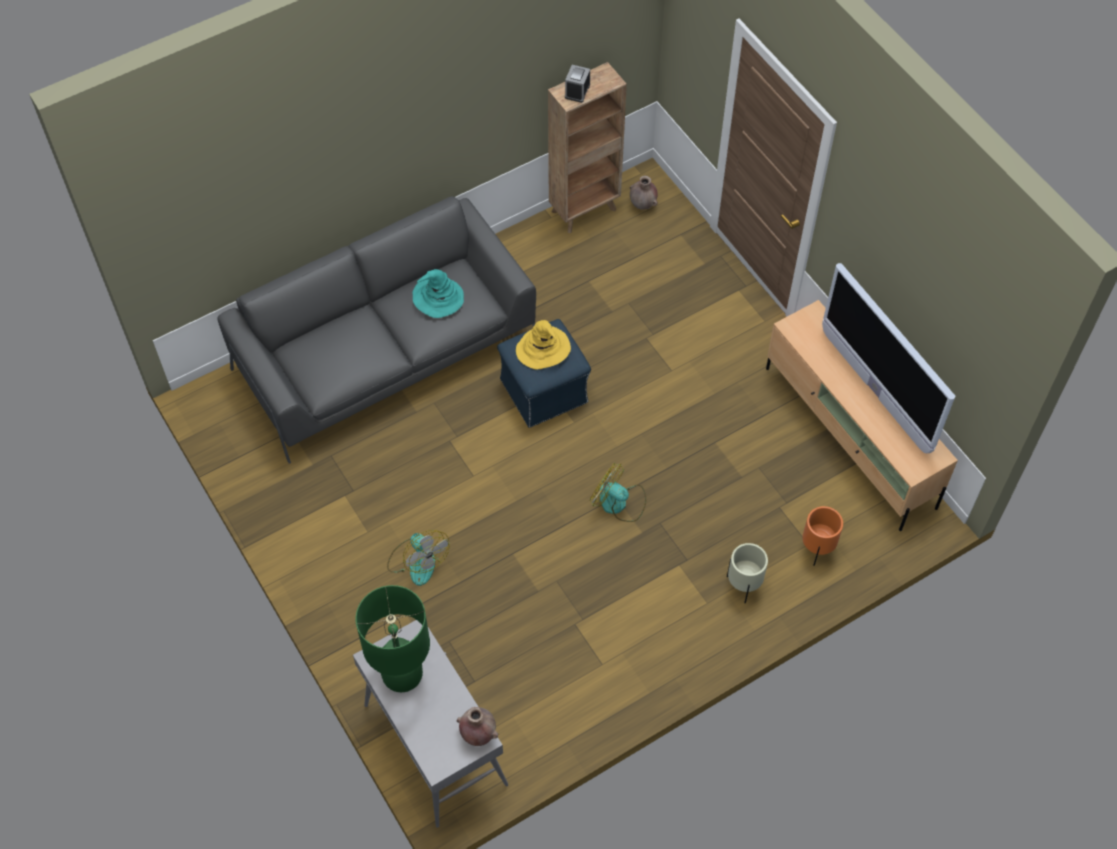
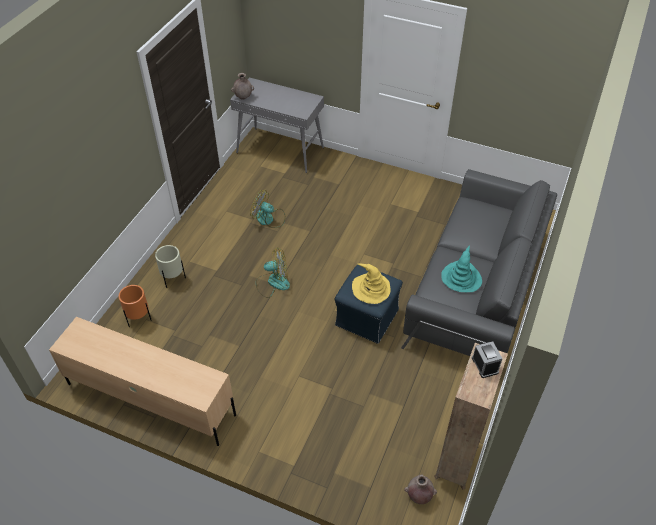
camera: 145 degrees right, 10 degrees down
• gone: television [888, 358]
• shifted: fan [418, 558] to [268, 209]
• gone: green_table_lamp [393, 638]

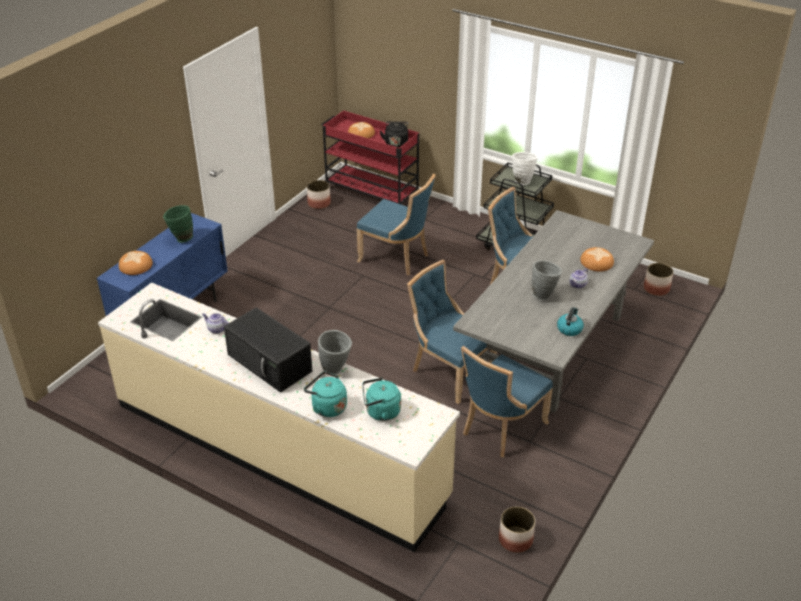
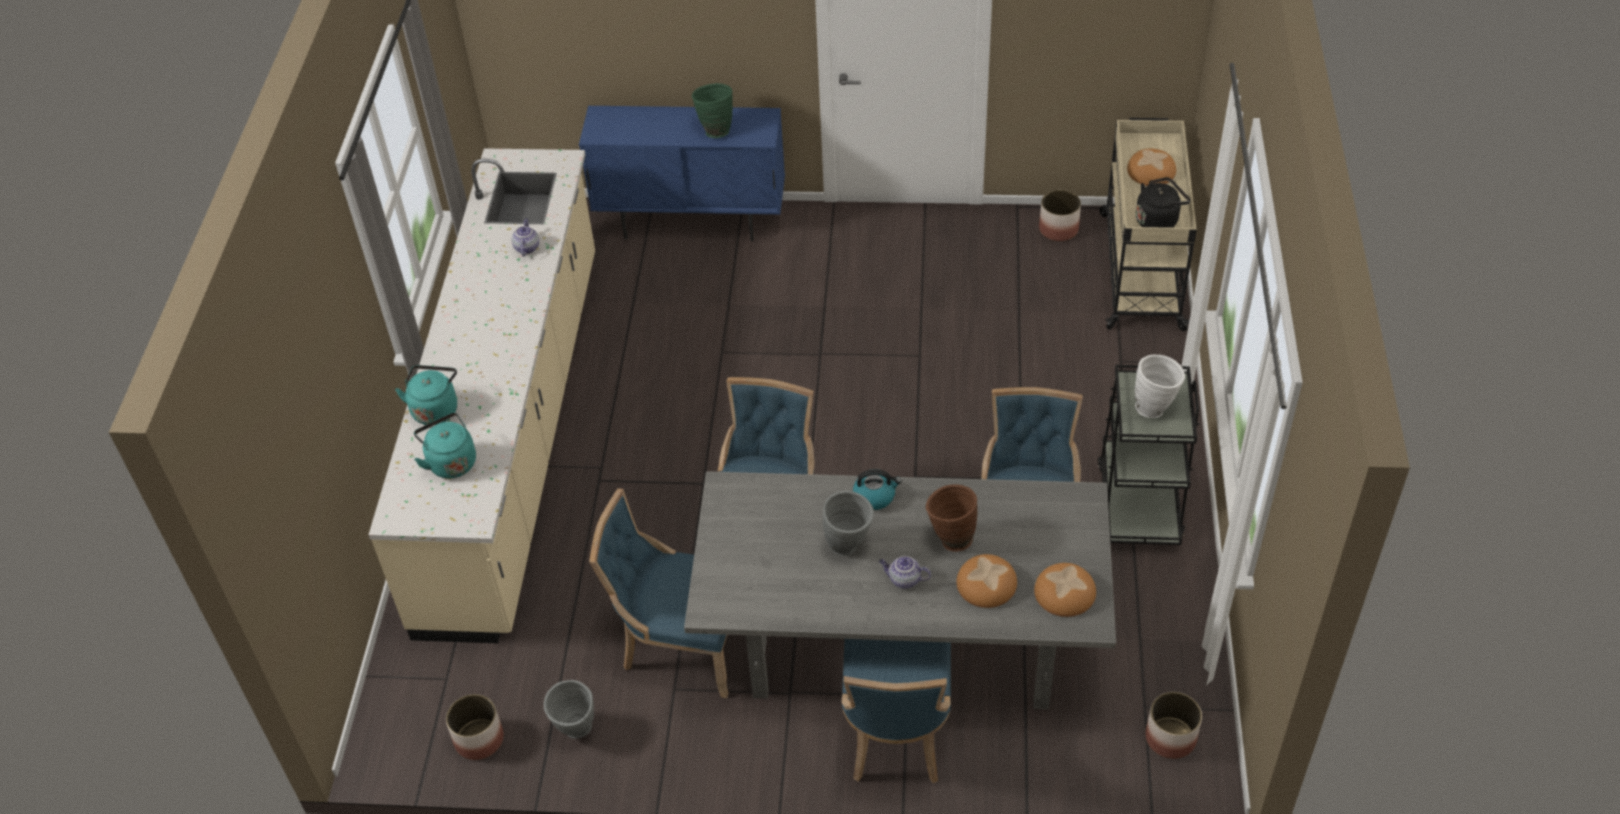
camera: 65 degrees right, 10 degrees up
• repainted: red_cart [370, 157] to beige_cart [1148, 224]
• shifted: blue_chair [396, 224] to [896, 711]
• shifted: bread [136, 263] to [1065, 590]
• gone: black_microwave [268, 349]
• shifted: kettle [570, 321] to [877, 489]
• shifted: grey_vase [335, 352] to [569, 709]
• new: brown_vase [951, 518]

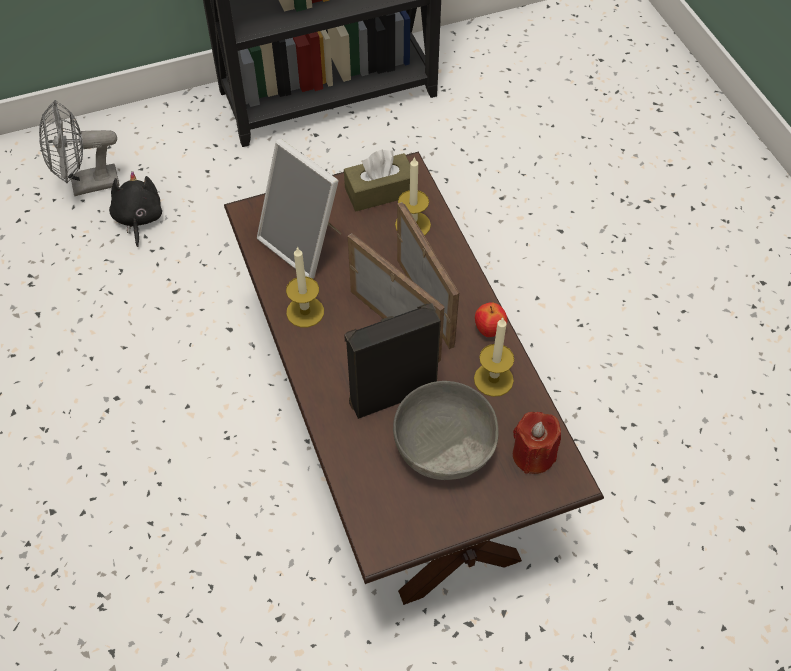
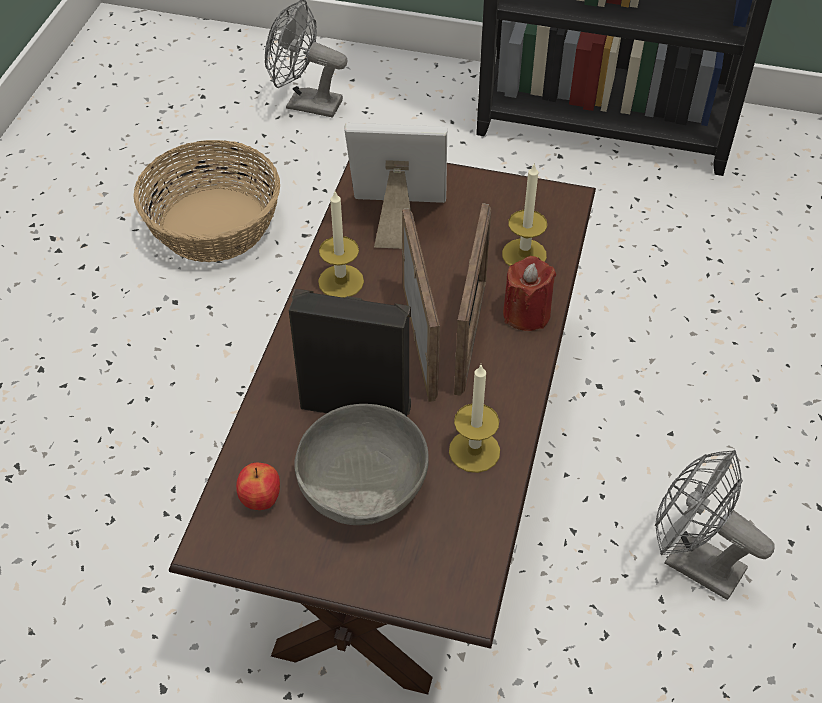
camera: 35 degrees right, 5 degrees down
• rotated: picture_frame [299, 209] = [395, 186] 105 degrees clockwise
• gone: brown_tissue_box [377, 180]
• gone: black_plush_toy [135, 209]
• shifted: apple [491, 319] to [258, 486]
• shifted: red_candle [537, 443] to [529, 293]
• new: basket [206, 201]
• new: grey_fan [715, 525]

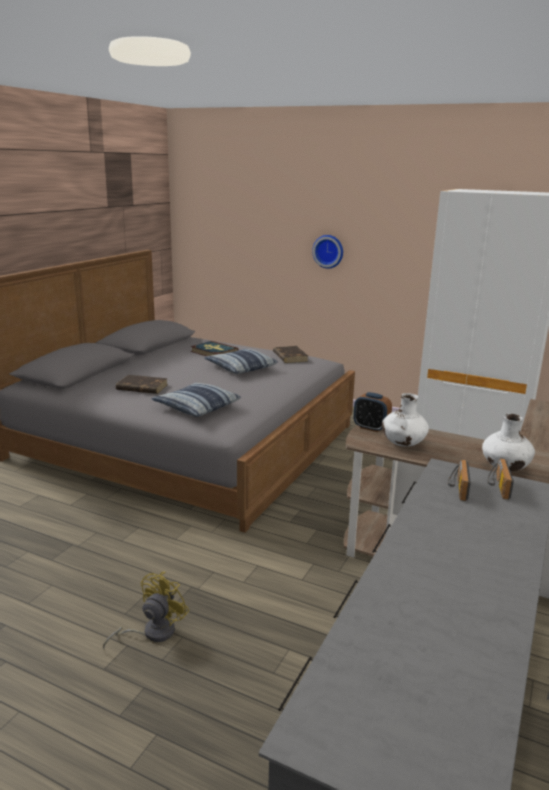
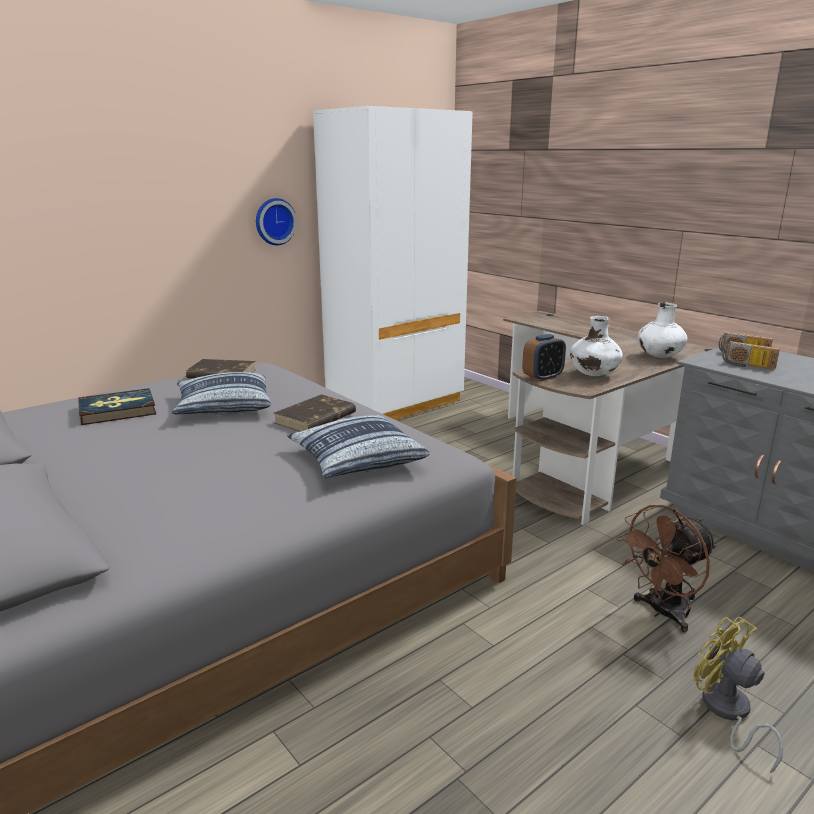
camera: 65 degrees left, 0 degrees up
• shifted: wall_clock [327, 252] to [276, 221]
• shifted: brown_book [142, 384] to [315, 413]
• new: brown_fan [667, 568]

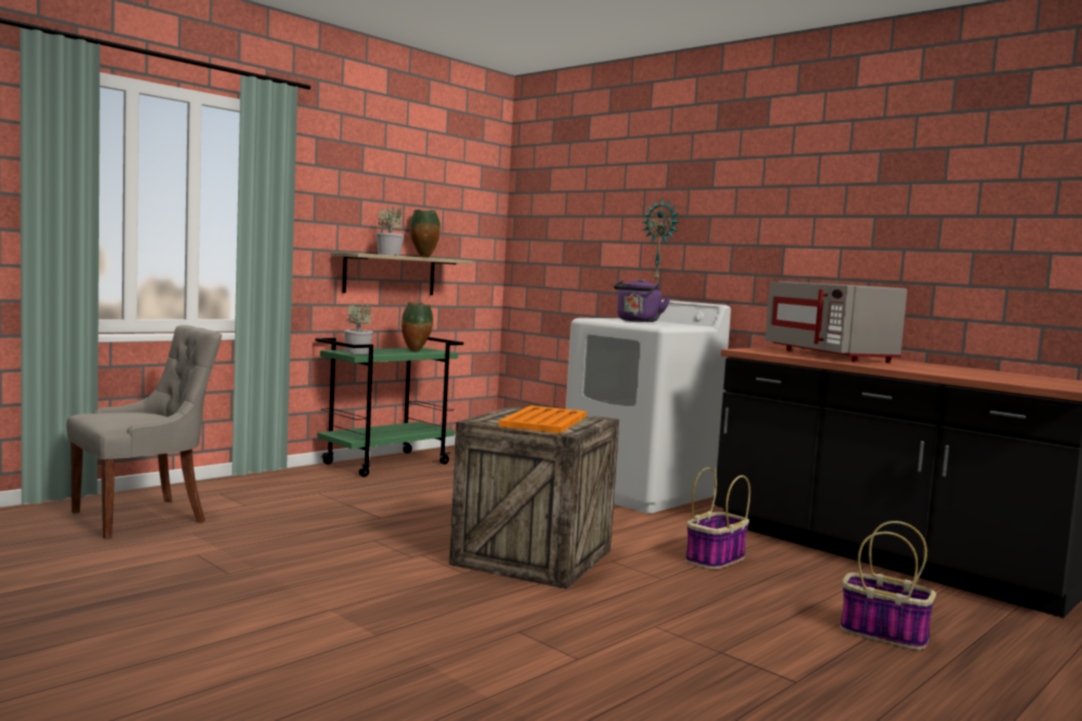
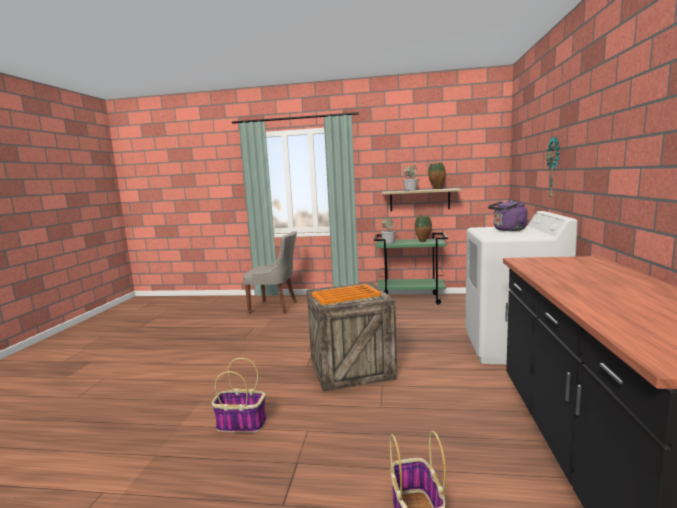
camera: 55 degrees right, 5 degrees up
• gone: grey_microwave [836, 322]
• shifted: basket [717, 518] to [239, 395]

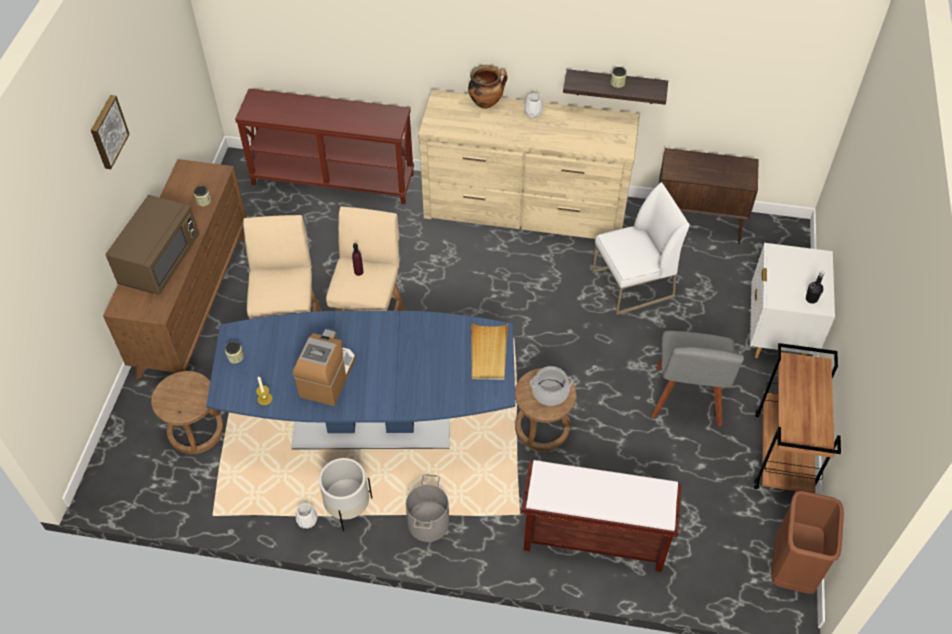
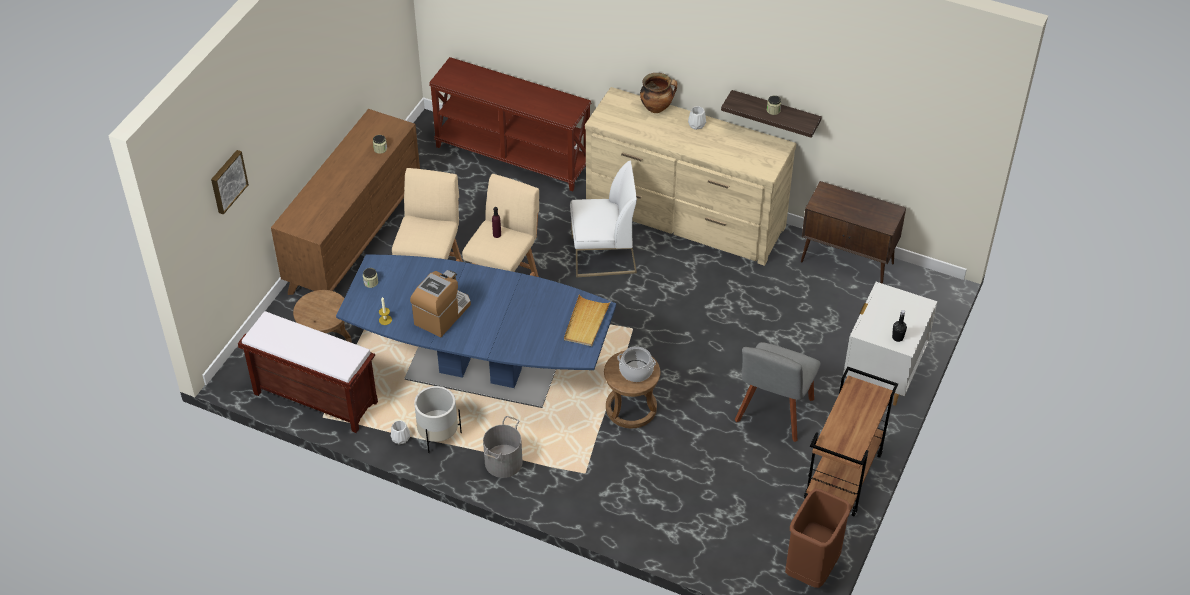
camera: 15 degrees right, 5 degrees down
• shifted: picture [110, 132] to [230, 182]
• shifted: white_chair [641, 248] to [603, 218]
• gone: brown_microwave [152, 245]
• shifted: brown_bench [601, 516] to [308, 372]

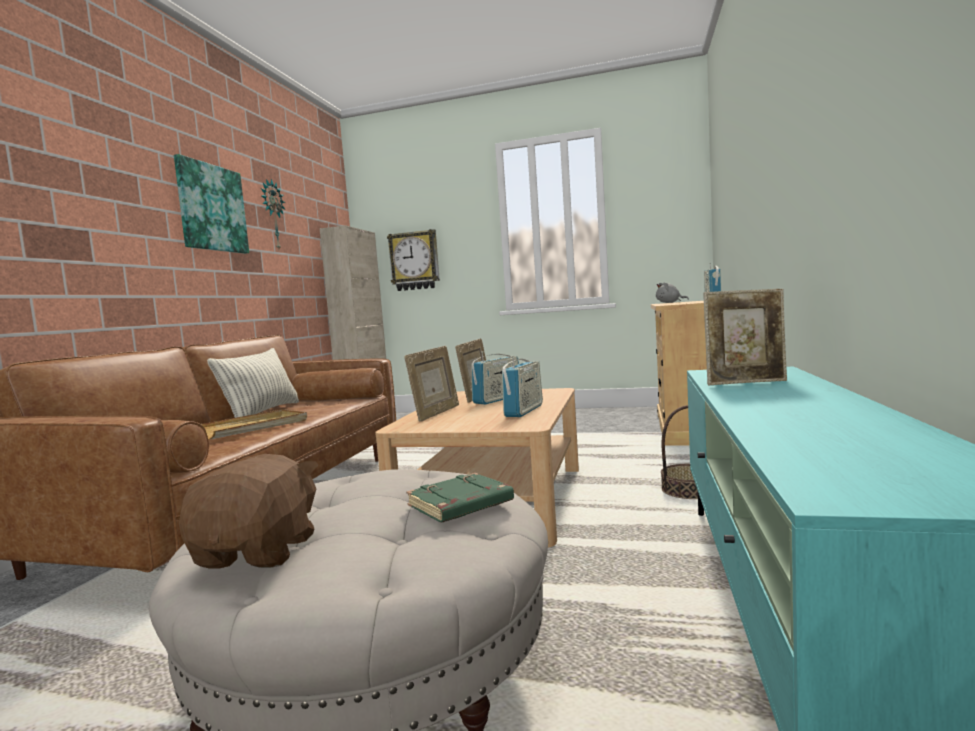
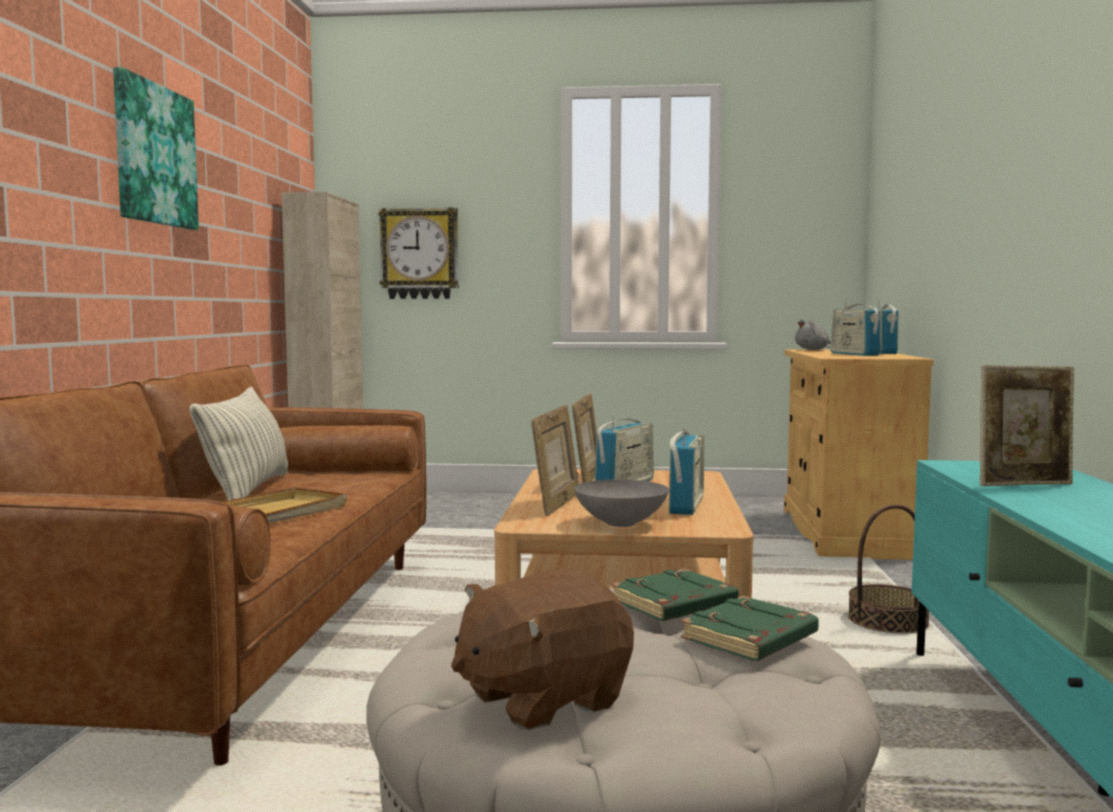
camera: 10 degrees left, 0 degrees up
• gone: wall_clock [273, 214]
• rotated: brown_plush_toy [248, 511] = [542, 650] 120 degrees counterclockwise
• new: radio [855, 327]
• new: grey_bowl [621, 503]
• new: green_book [675, 595]

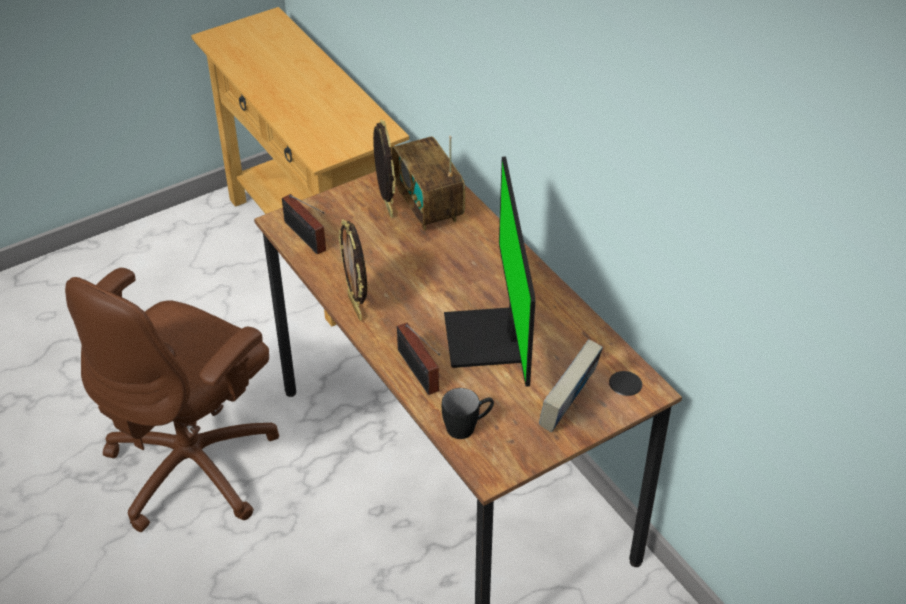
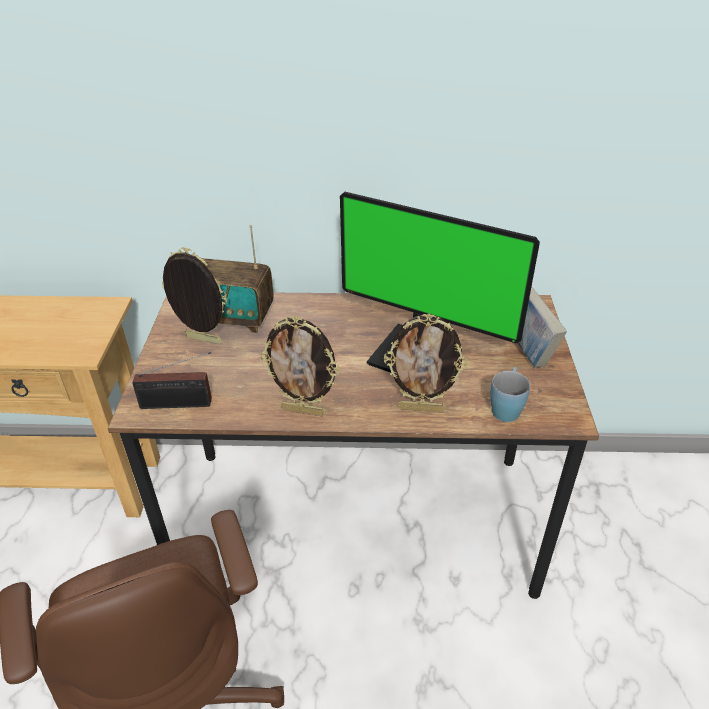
camera: 55 degrees left, 5 degrees down
• swapped: radio [418, 359] to picture_frame [426, 363]
• repainted: black_mug [468, 413] to blue_mug [510, 394]

